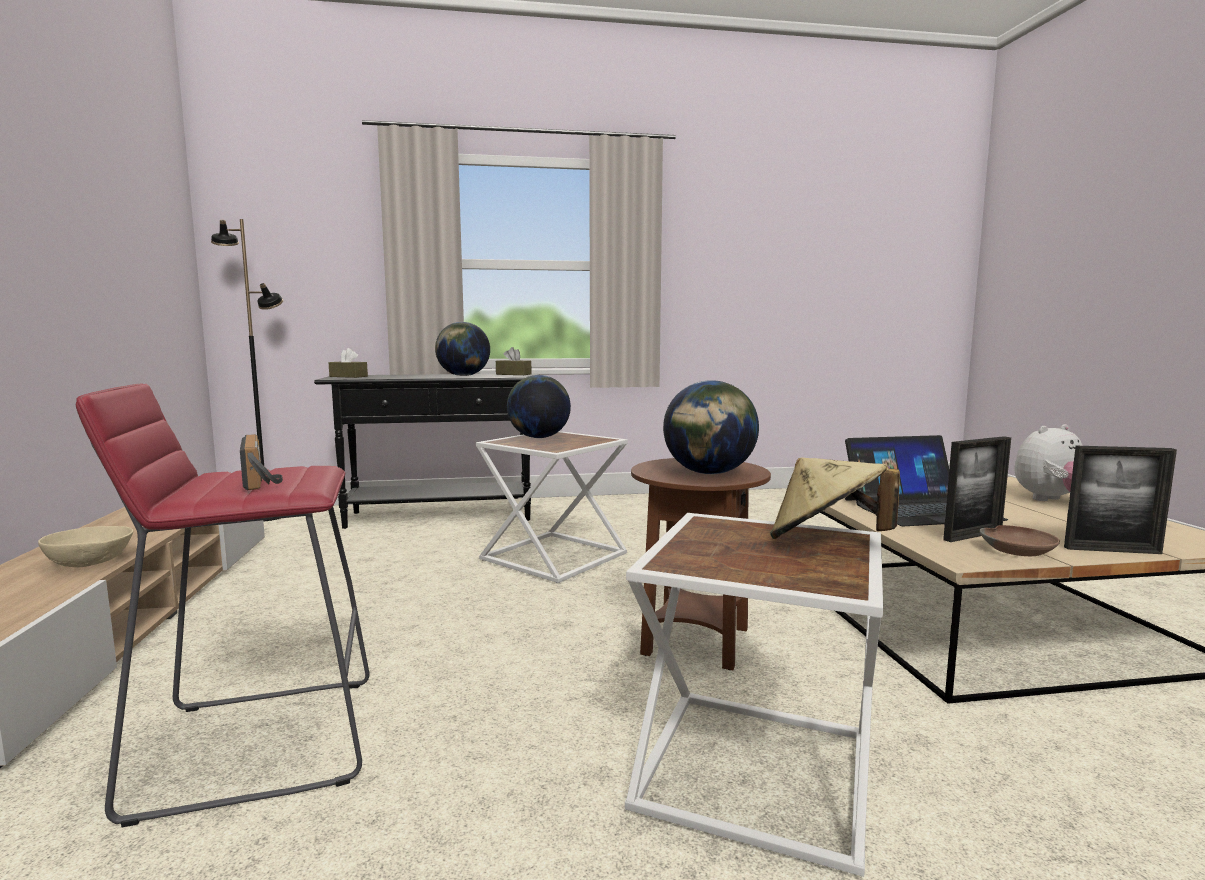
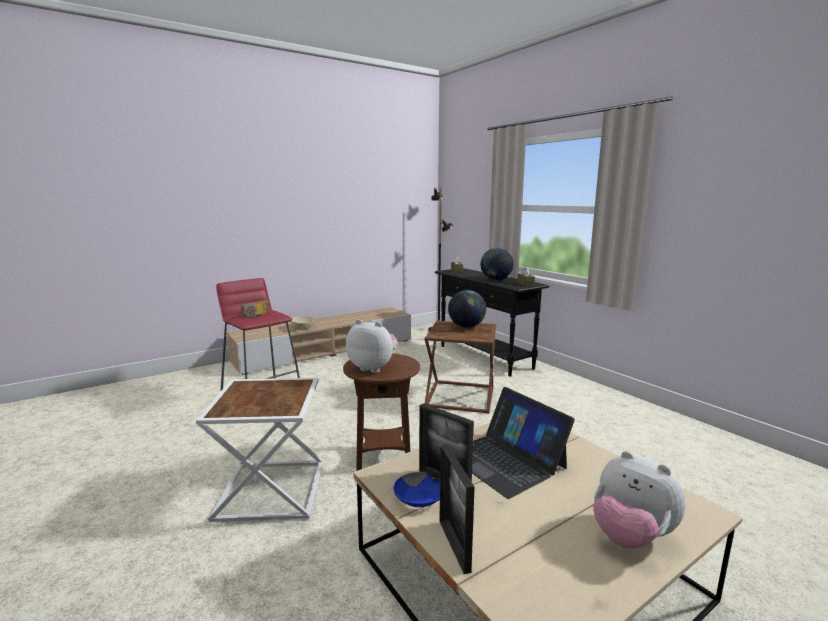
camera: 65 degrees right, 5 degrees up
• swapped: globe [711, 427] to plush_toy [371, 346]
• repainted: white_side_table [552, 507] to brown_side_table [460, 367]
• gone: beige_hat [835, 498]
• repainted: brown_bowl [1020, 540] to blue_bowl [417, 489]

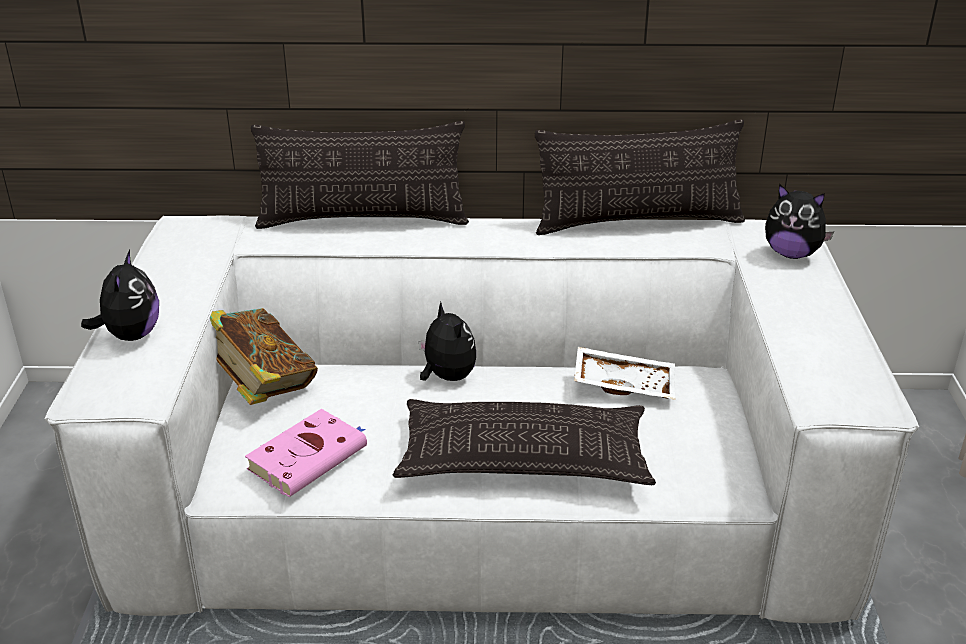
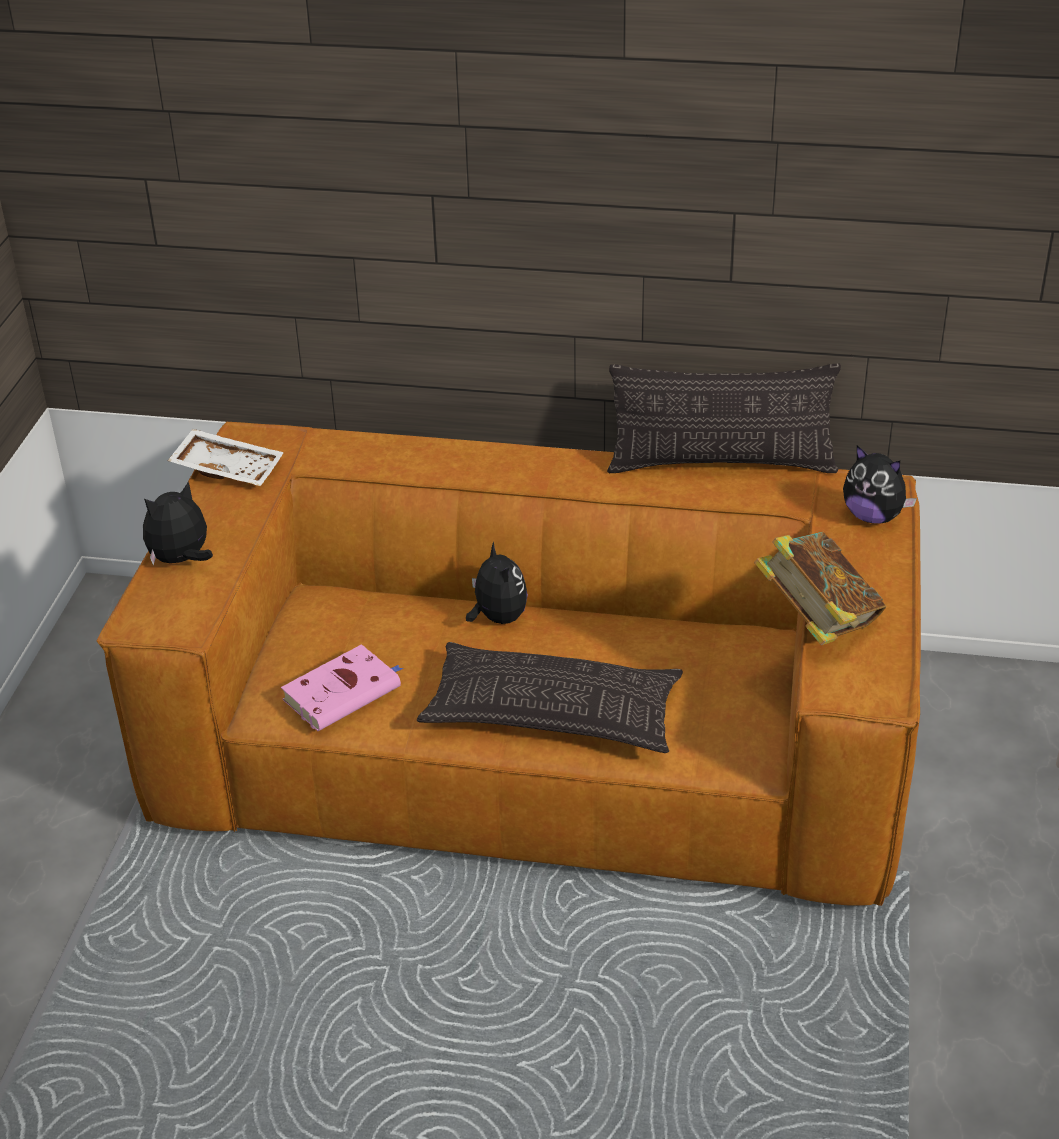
camera: 10 degrees right, 5 degrees up
• gone: pillow [360, 175]
• repainted: white_sofa [481, 419] to brown_sofa [509, 664]
• rotated: plush_toy [120, 295] = [178, 523] 135 degrees counterclockwise
• shifted: book [264, 356] to [820, 588]
• shifted: white_tray [624, 373] to [226, 457]

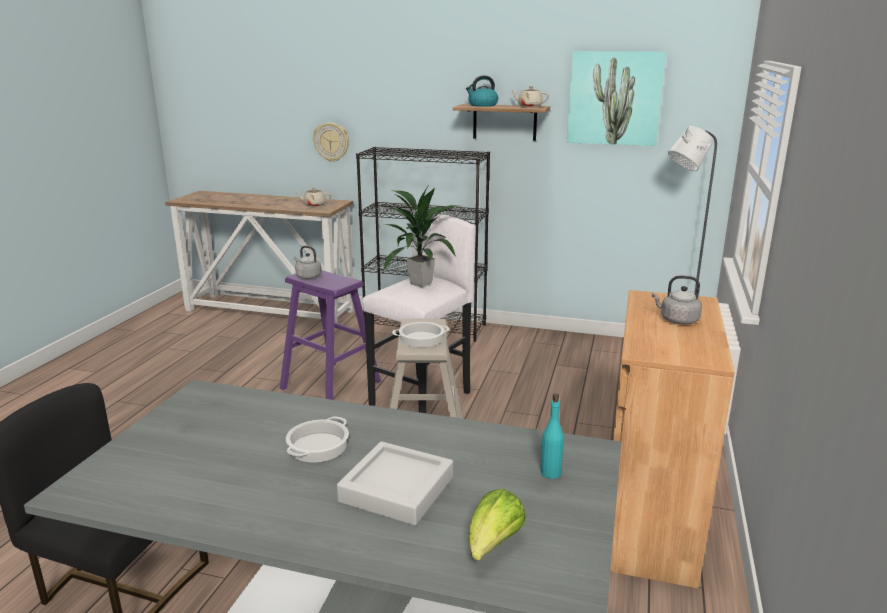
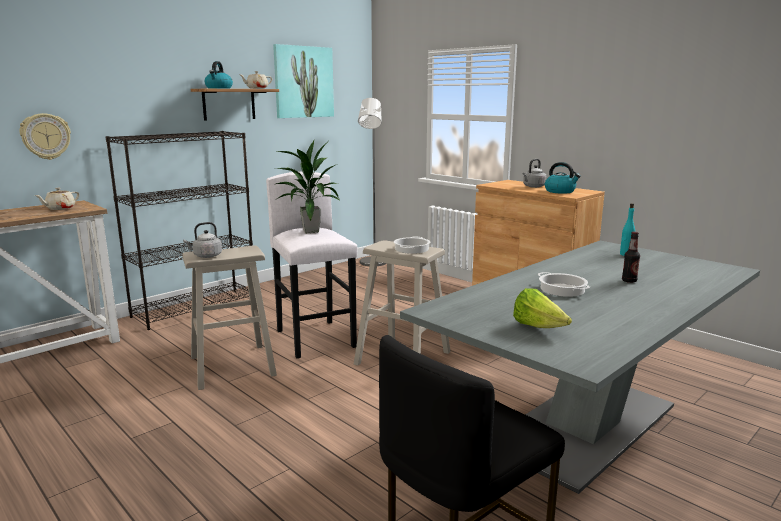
camera: 60 degrees left, 5 degrees down
• repainted: purple_stool [330, 335] to beige_stool [229, 317]
• swapped: grey_tray [395, 483] to bottle [631, 257]
• shifted: lettuce [497, 525] to [542, 308]
• new: kettle [563, 178]

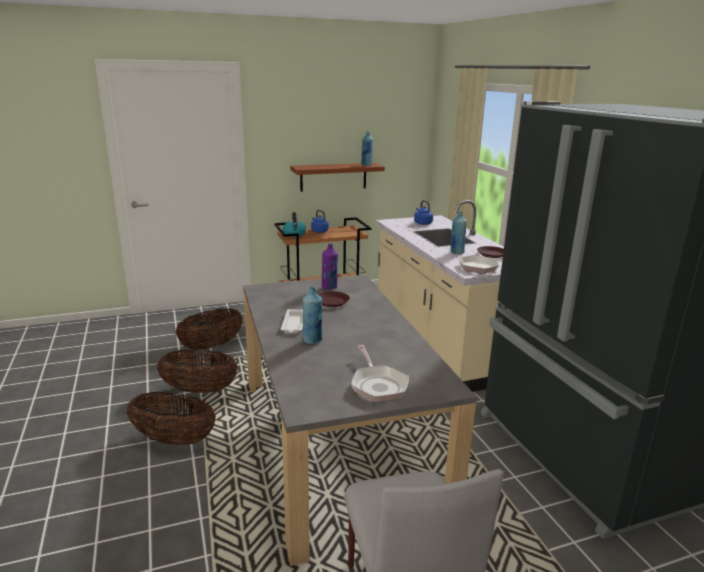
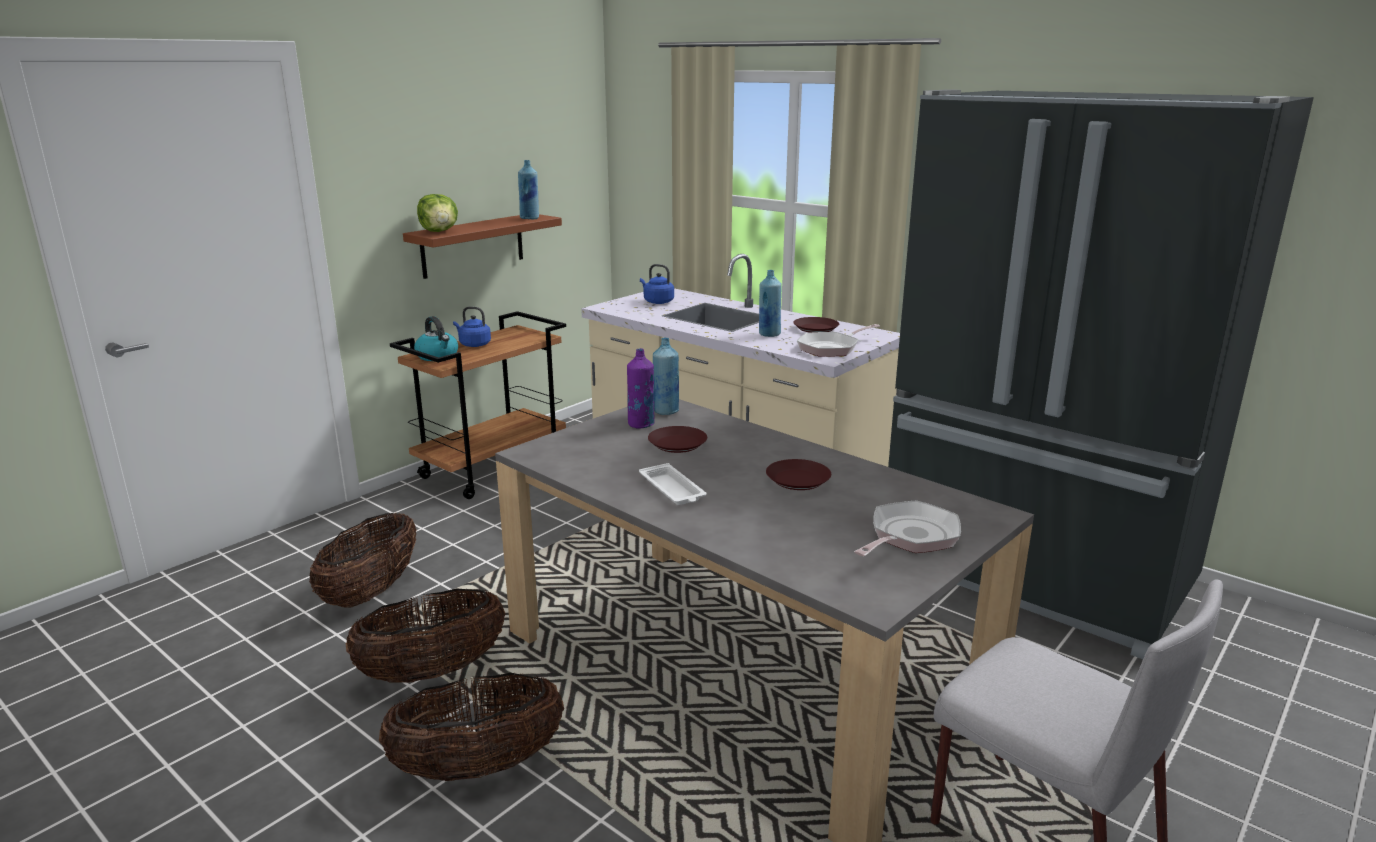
camera: 30 degrees left, 0 degrees up
• shifted: blue_bottle [312, 315] to [666, 376]
• rotated: frying_pan [380, 373] = [907, 528] 90 degrees counterclockwise
• new: lettuce [437, 213]
• new: brown_plate [798, 474]

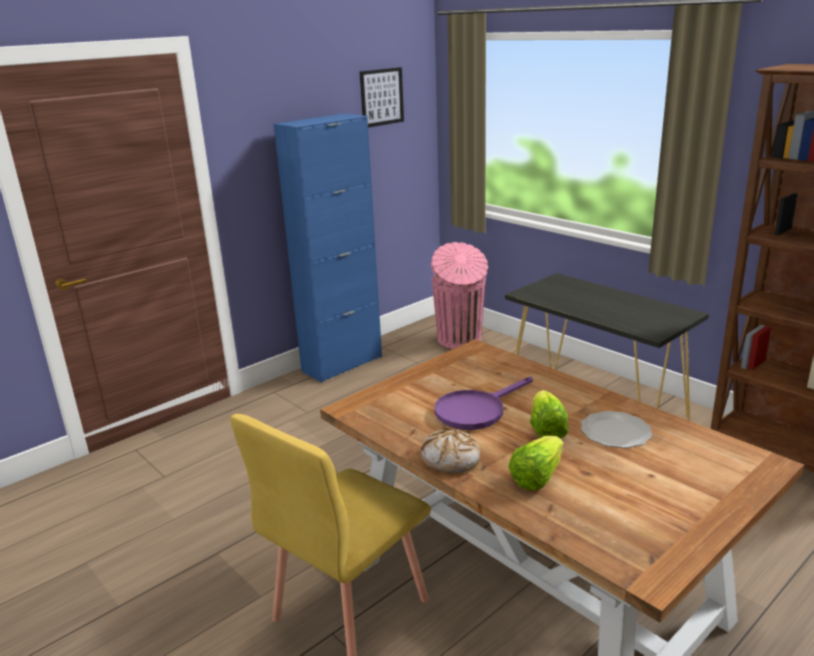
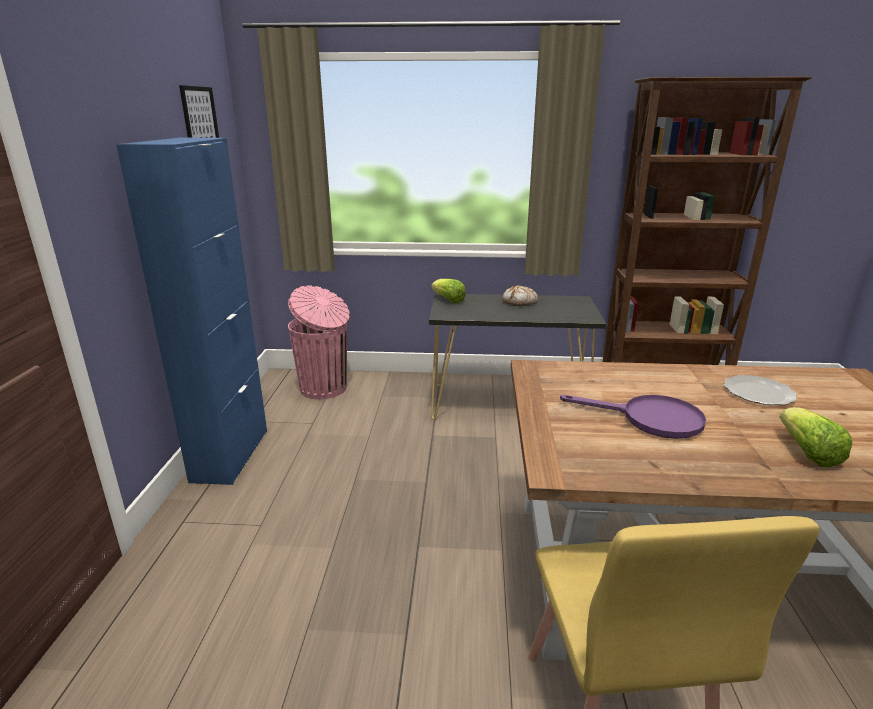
camera: 45 degrees left, 0 degrees up
• rotated: purple_frying_pan [484, 403] = [633, 417] 75 degrees counterclockwise
• shifted: lettuce [549, 414] to [448, 291]
• shifted: bread [450, 450] to [520, 295]

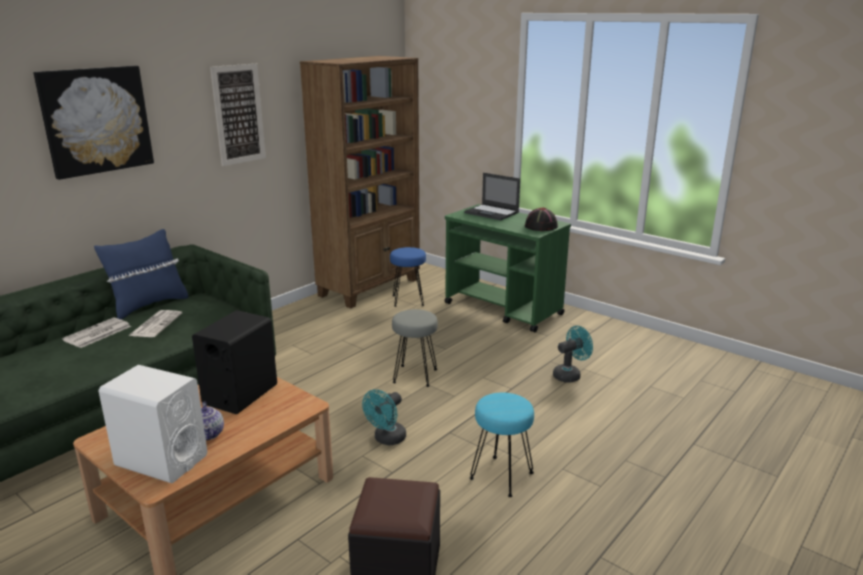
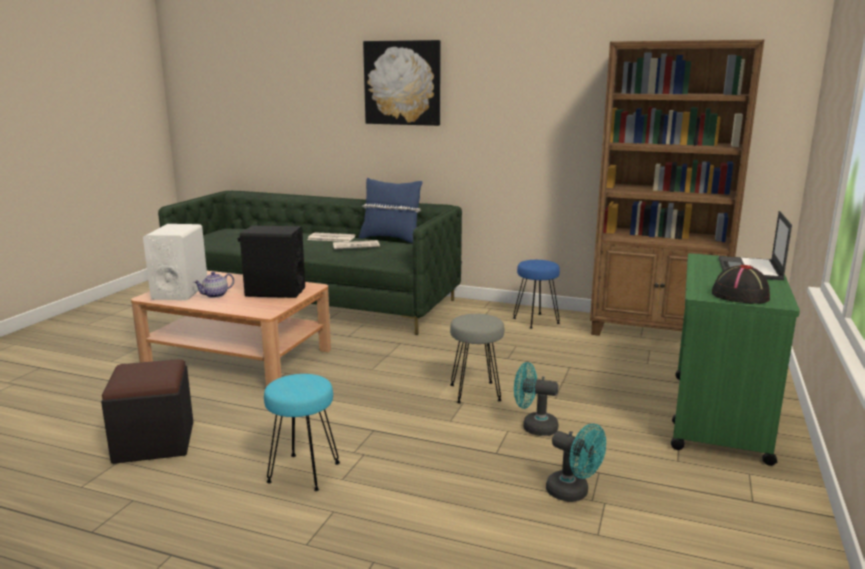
camera: 70 degrees right, 5 degrees down
• gone: picture [238, 115]
• shifted: blue_stool [408, 277] to [536, 294]
• shifted: turquoise_fan [384, 417] to [536, 399]

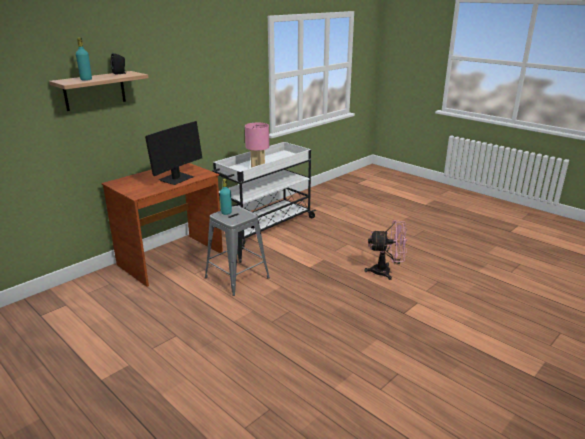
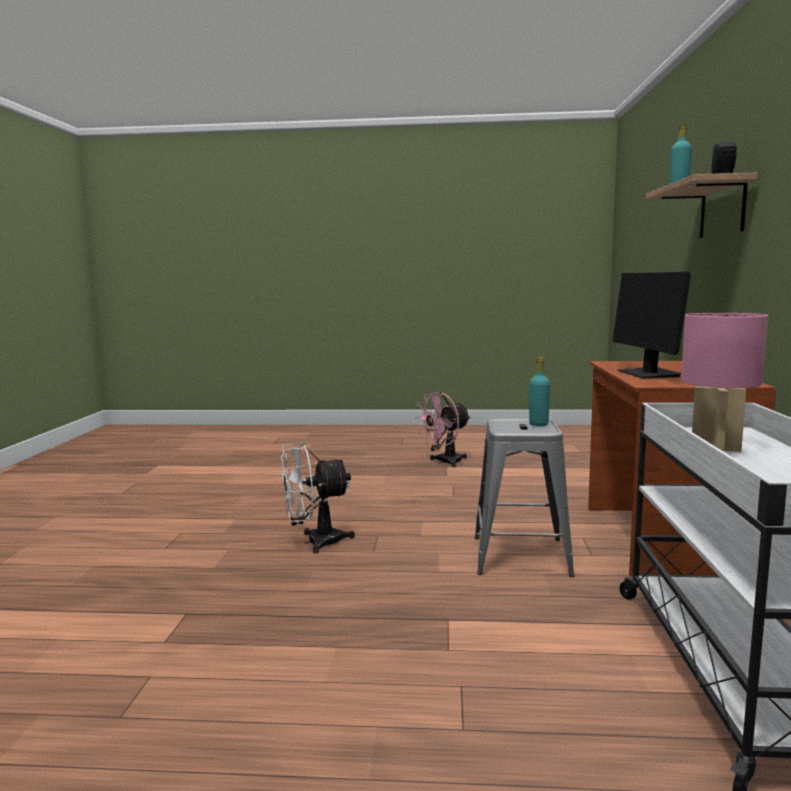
camera: 140 degrees right, 15 degrees down
• shifted: pink_fan [385, 250] to [443, 429]
• new: white_fan [318, 498]

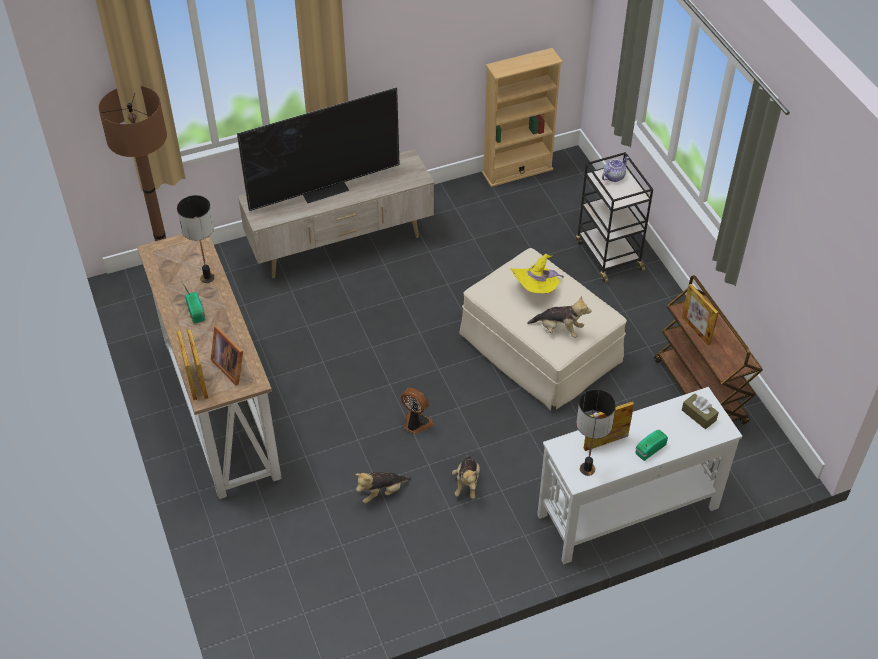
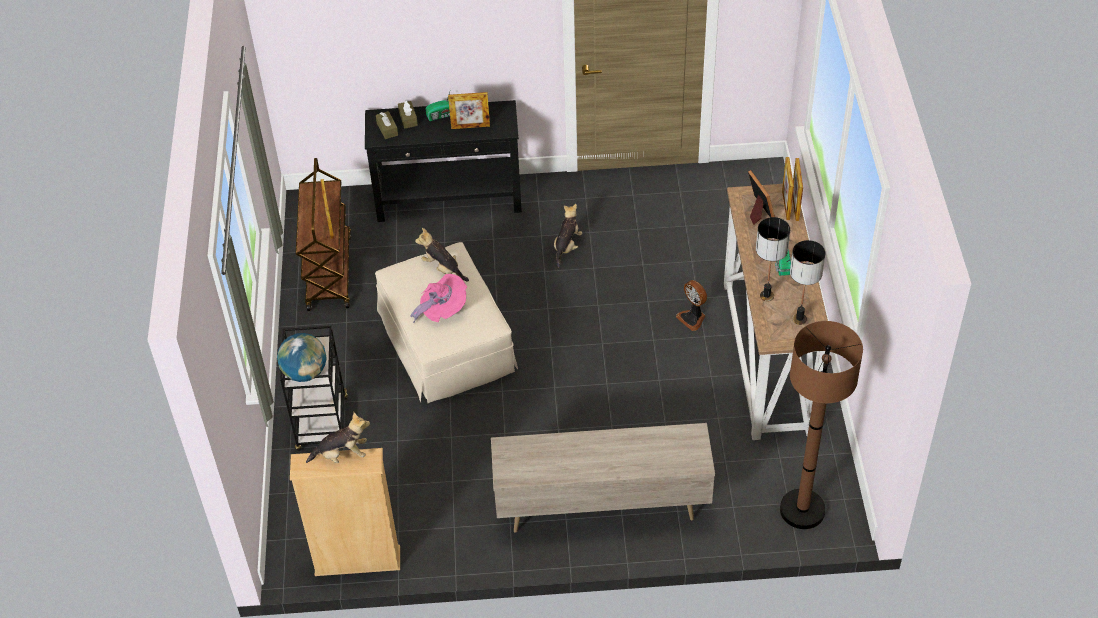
camera: 160 degrees left, 0 degrees up
• gone: television [318, 149]
• swapped: teapot [615, 169] to globe [302, 357]
• repainted: yellow_hat [537, 274] to pink_hat [438, 298]
• repainted: white_console_table [639, 475] to black_console_table [443, 161]
• shifted: fan [417, 411] to [691, 305]
• shifted: table_lamp [596, 432] to [808, 282]
• shifted: plush_toy [383, 488] to [338, 437]
• new: brown_tissue_box [408, 114]

